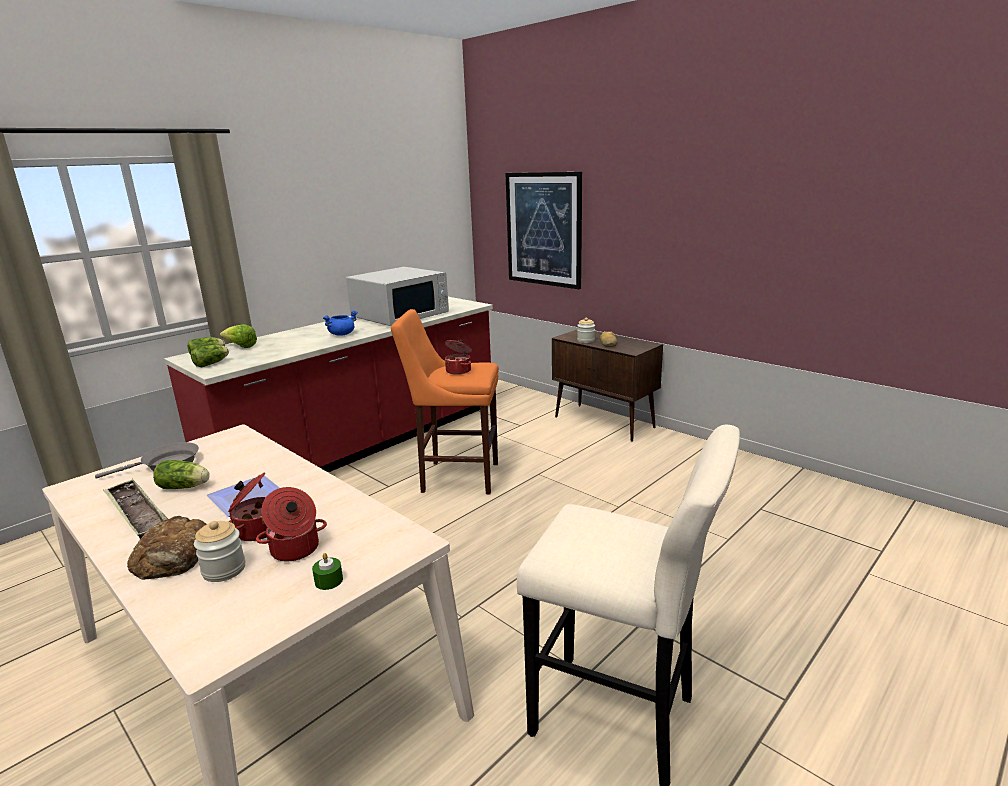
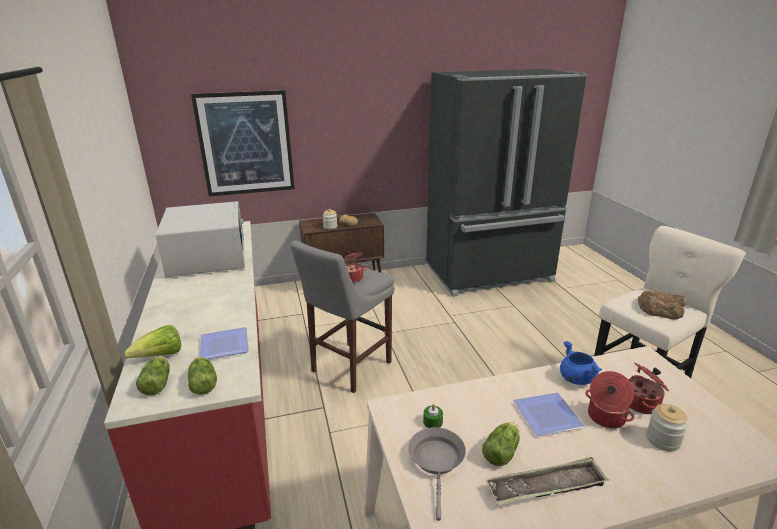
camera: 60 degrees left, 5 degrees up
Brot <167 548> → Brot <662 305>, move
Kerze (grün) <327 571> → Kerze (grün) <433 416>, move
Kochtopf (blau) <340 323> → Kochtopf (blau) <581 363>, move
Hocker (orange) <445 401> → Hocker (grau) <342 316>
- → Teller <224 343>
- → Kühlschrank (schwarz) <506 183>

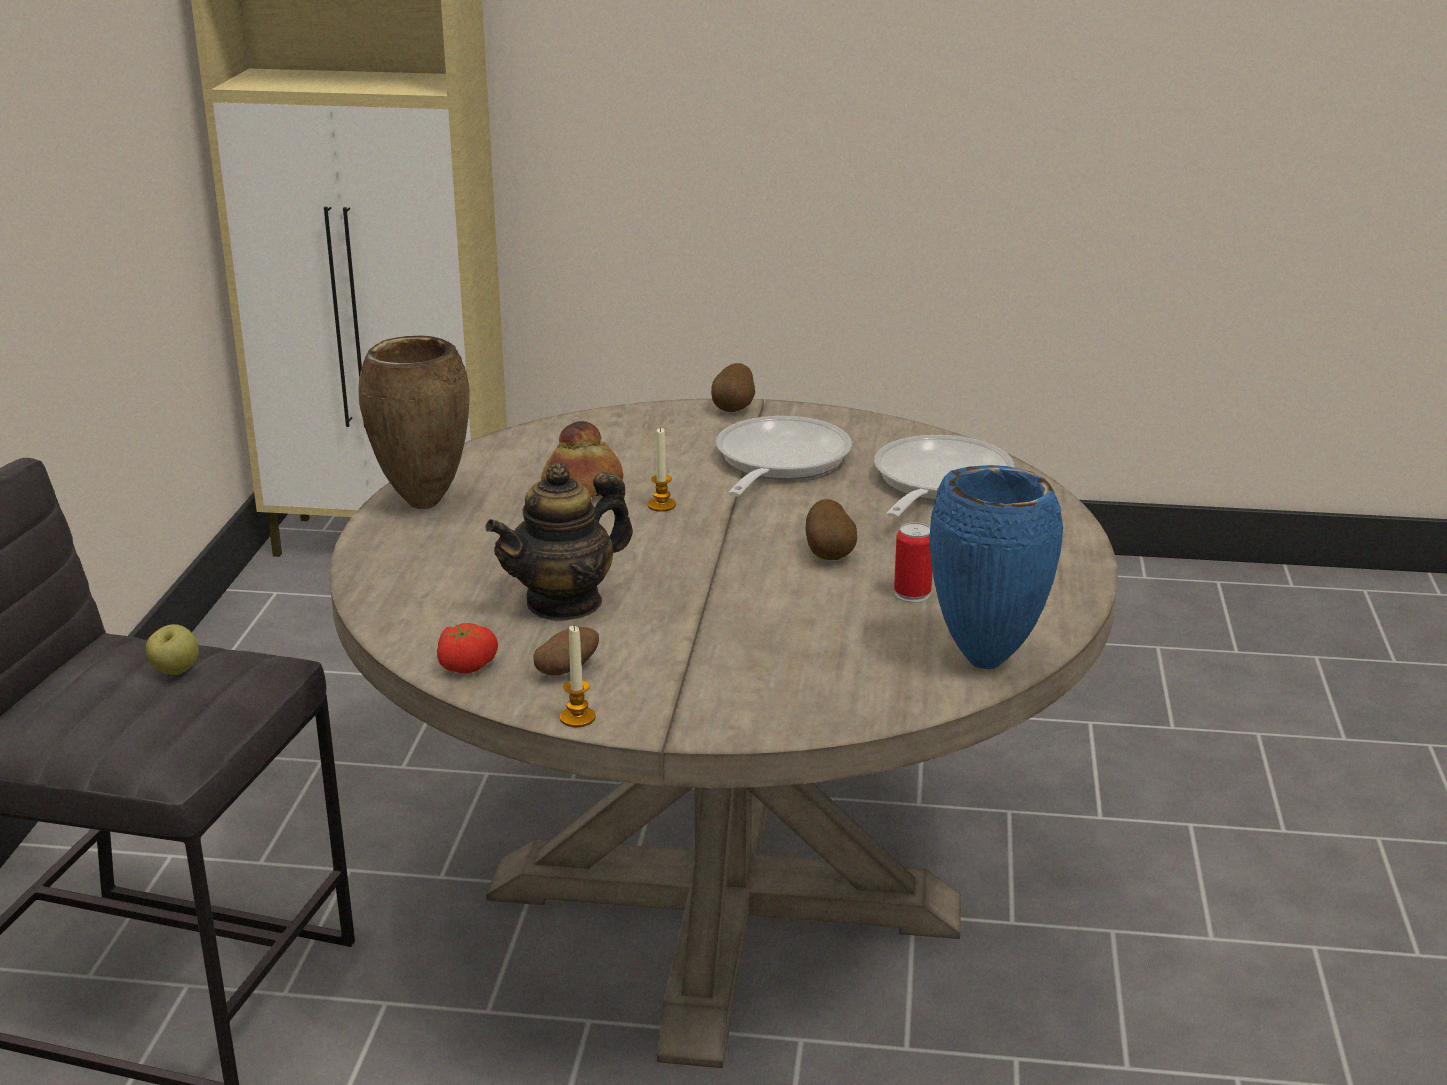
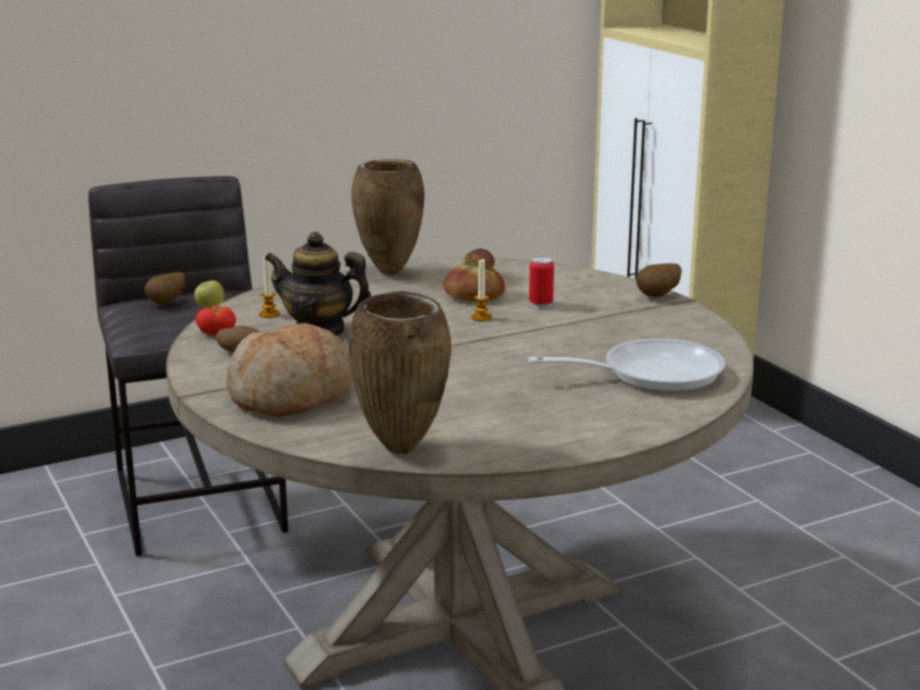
camera: 55 degrees right, 5 degrees down
Kerze <578 676> → Kerze <269 286>, move
Pfanne <784 456> → -
Kartoffel <831 529> → Kartoffel <164 288>, move
Dose <913 562> → Dose <541 282>, move
Vase (blau) <996 567> → Vase (braun) <399 372>
- → Brot <290 370>

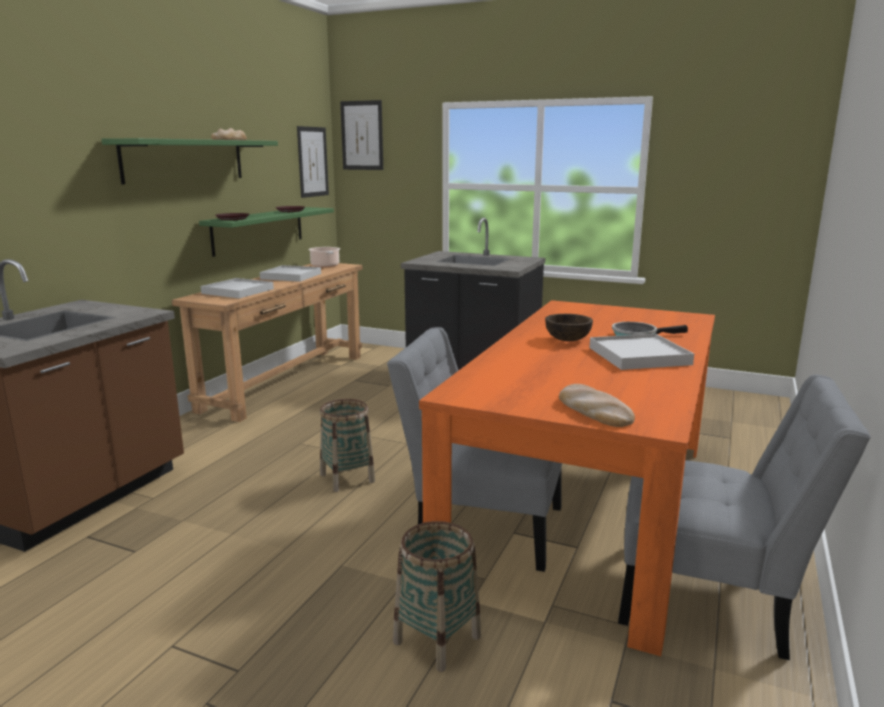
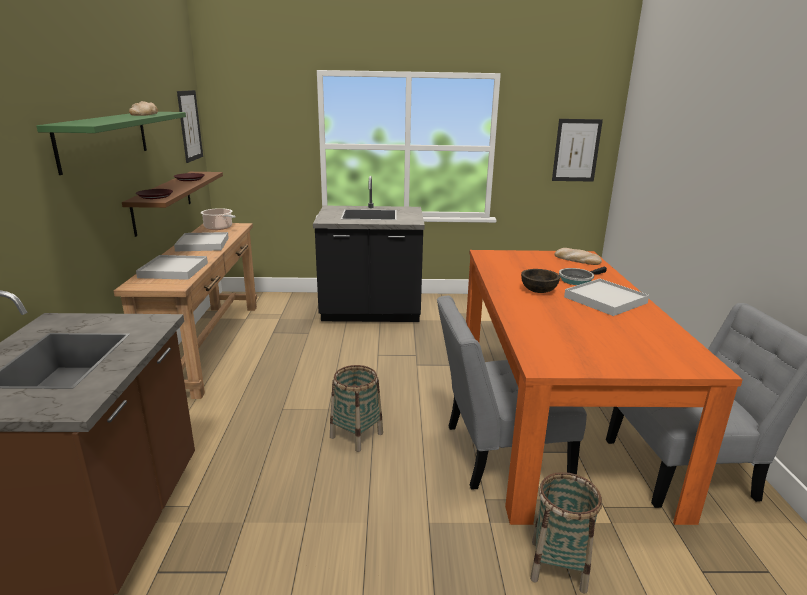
camera: 25 degrees left, 5 degrees up
Wandregal (grün) <266 232> → Wandregal (braun) <172 204>
Bild <361 135> → Bild <577 150>, move
Brot <597 405> → Brot <578 256>, move

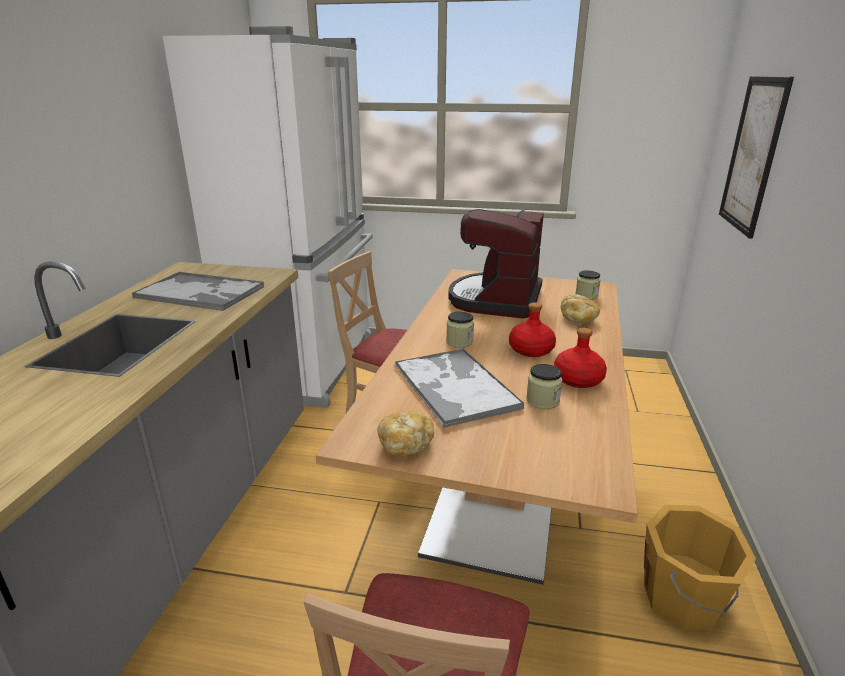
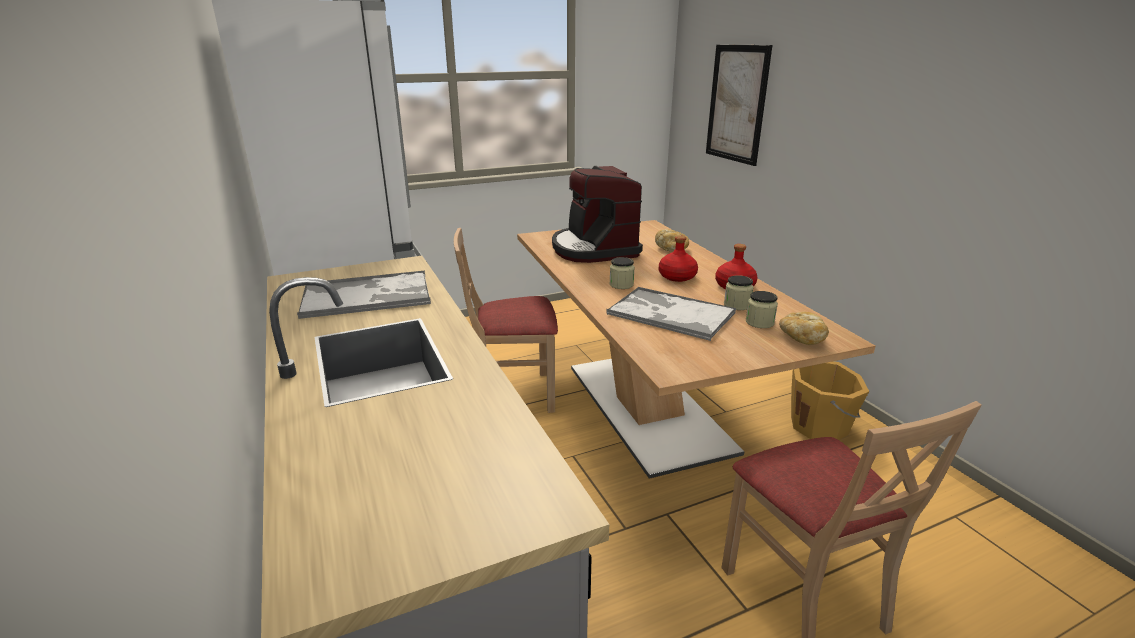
camera: 35 degrees left, 0 degrees up
Brot <405 433> → Brot <804 328>, move
Vorratsglas <588 285> → Vorratsglas <762 309>, move

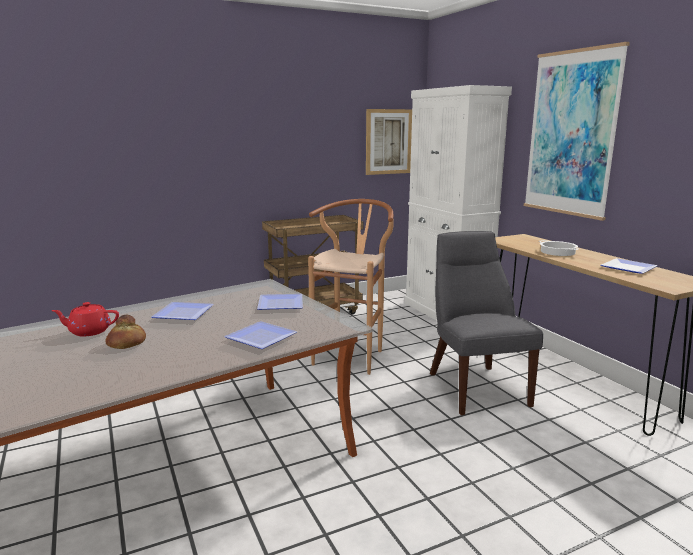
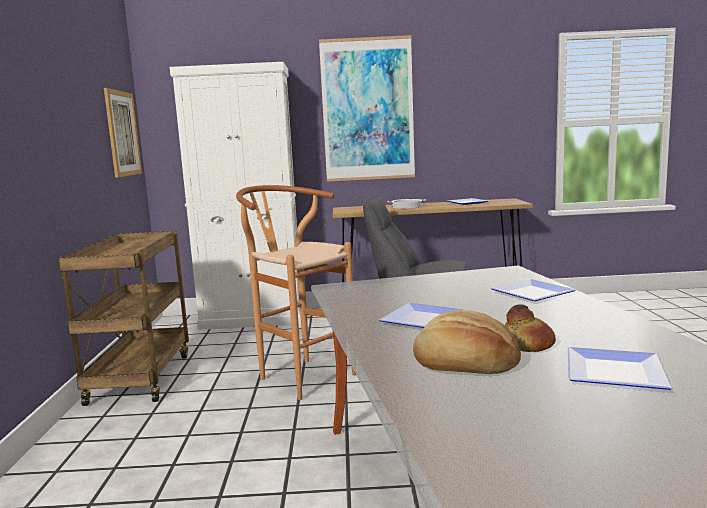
camera: 65 degrees left, 5 degrees down
Teekanne (rot) <85 319> → Brot <467 342>
Teller <280 302> → Teller <620 368>, move

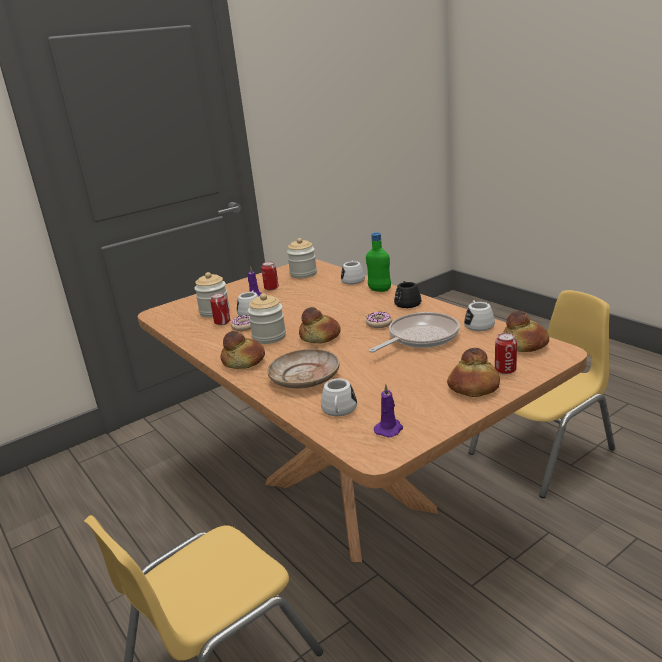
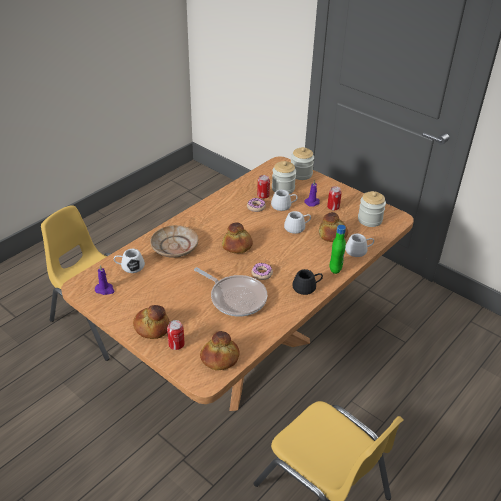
camera: 75 degrees right, 15 degrees up
Brot <243 350> → Brot <333 227>, move
Vorratsglas <267 318> → Vorratsglas <302 163>, move
Henkelbecher (weiß) <479 315> → Henkelbecher (weiß) <297 222>, move

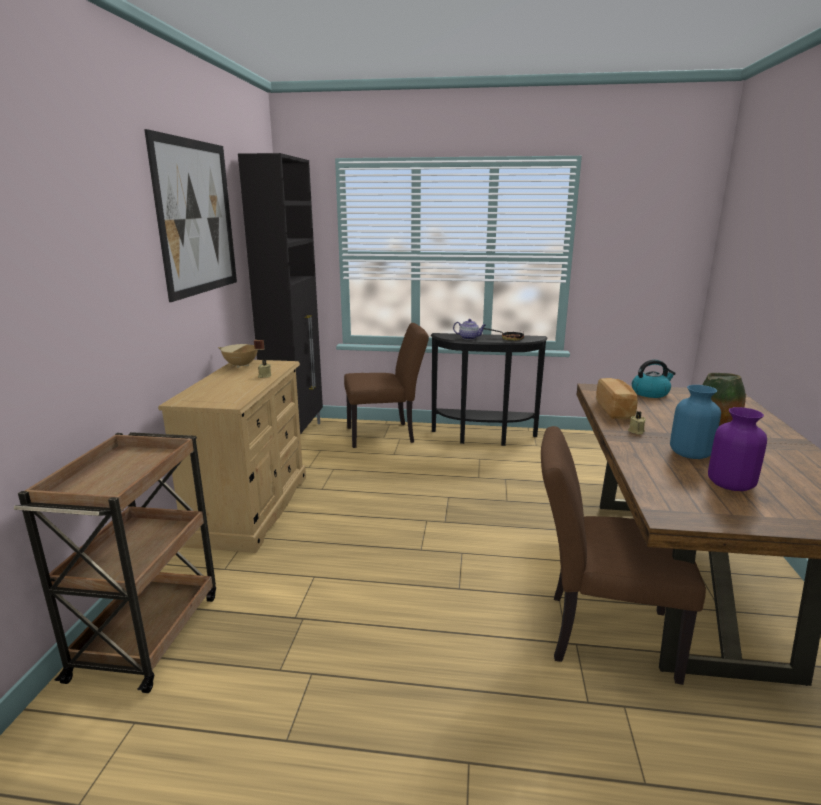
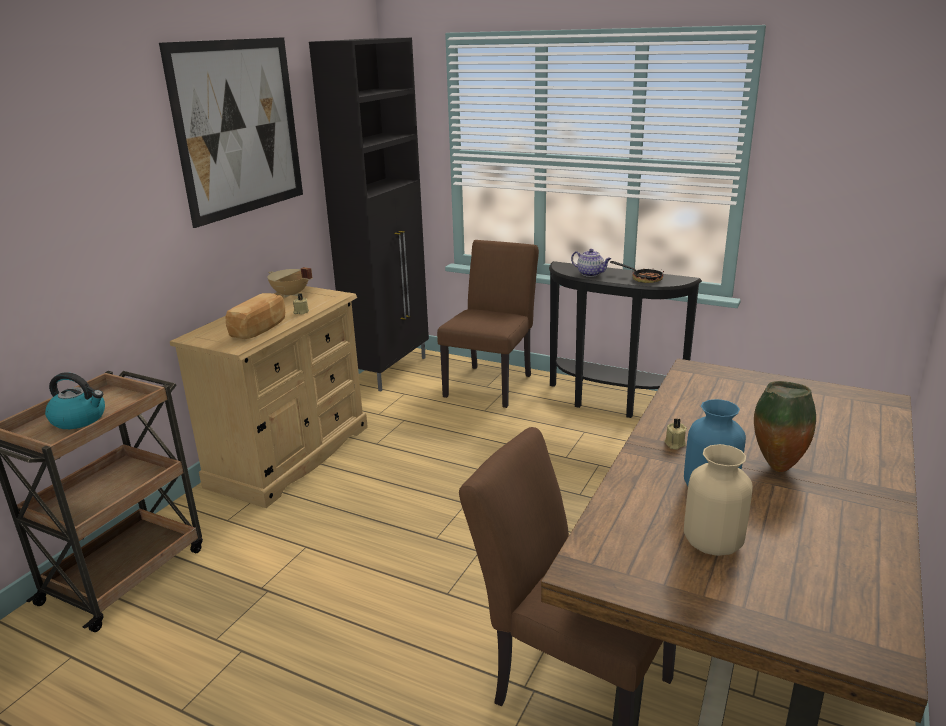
camera: 20 degrees right, 5 degrees up
Stuhl (braun) <386 385> → Stuhl (braun) <488 324>, 75 degrees counterclockwise
Brot <617 398> → Brot <255 316>, move
Wasserkessel <654 379> → Wasserkessel <75 400>, move
Vase (lila) <737 449> → Vase (beige) <718 500>

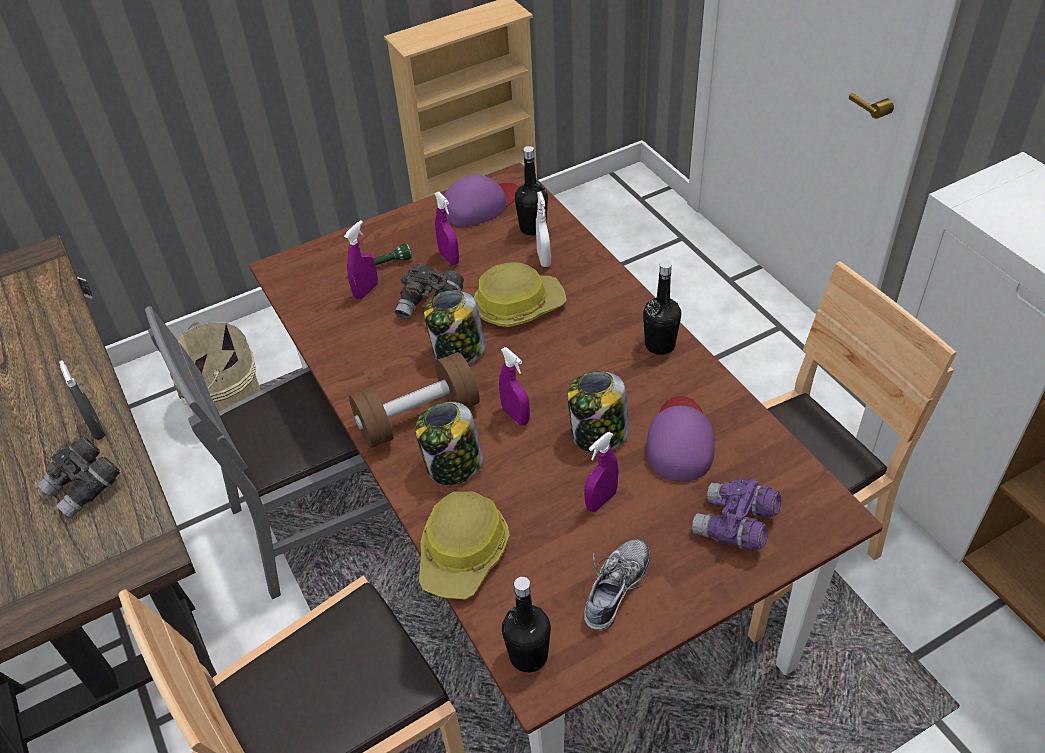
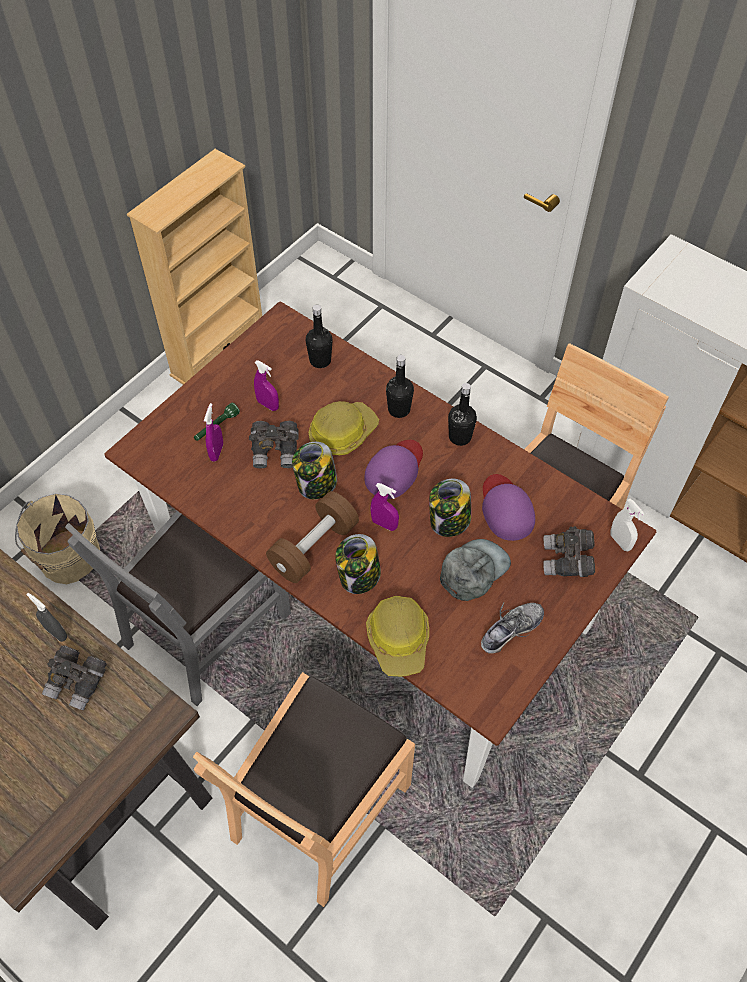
camera: 25 degrees left, 10 degrees up
Kappe (lila) <481 201> → Kappe (lila) <394 469>, move
Flasche (schwarz) <526 624> → Flasche (schwarz) <400 386>, move
Sprühflasche (weiß) <543 229> → Sprühflasche (weiß) <627 525>, move
Sprühflasche (lila) <601 472> → Kappe (grau) <475 570>
Schuh <617 584> → Schuh <512 628>, 45 degrees clockwise
Fernglas (lila) <736 514> → Fernglas (grau) <569 551>

